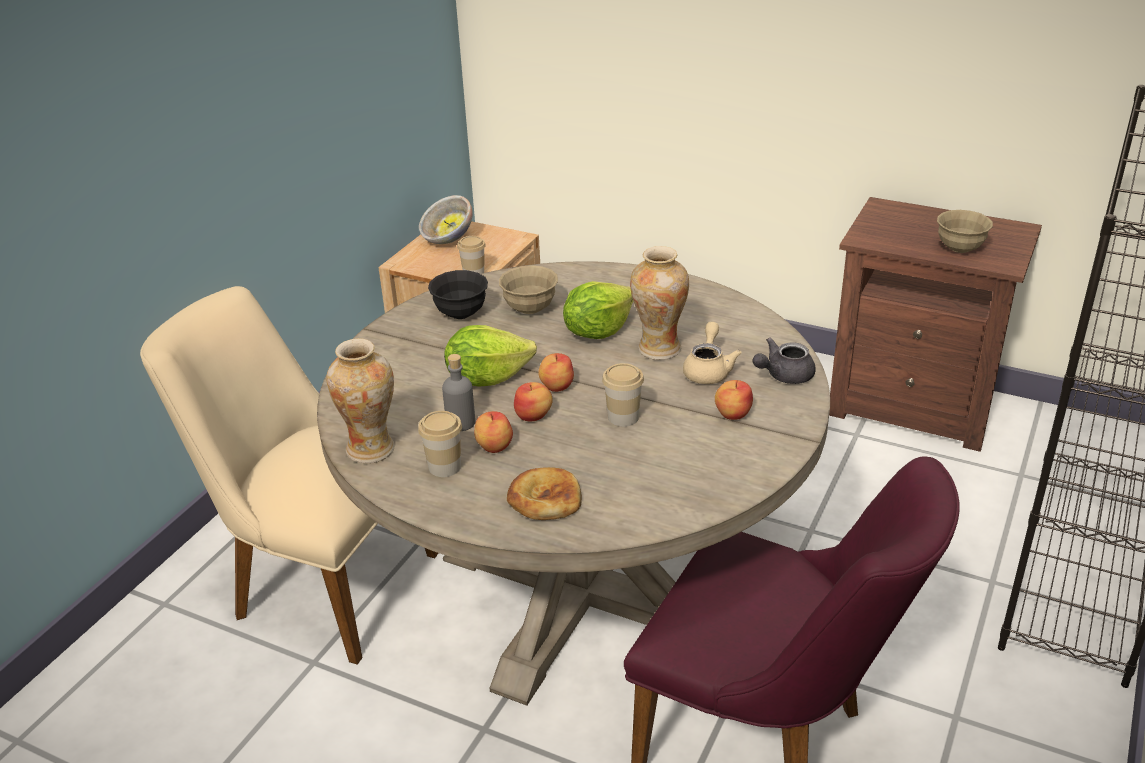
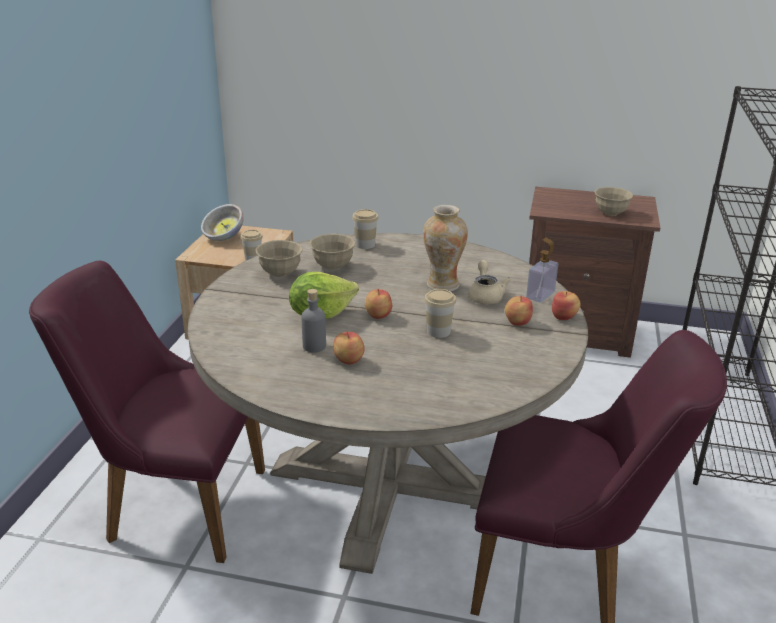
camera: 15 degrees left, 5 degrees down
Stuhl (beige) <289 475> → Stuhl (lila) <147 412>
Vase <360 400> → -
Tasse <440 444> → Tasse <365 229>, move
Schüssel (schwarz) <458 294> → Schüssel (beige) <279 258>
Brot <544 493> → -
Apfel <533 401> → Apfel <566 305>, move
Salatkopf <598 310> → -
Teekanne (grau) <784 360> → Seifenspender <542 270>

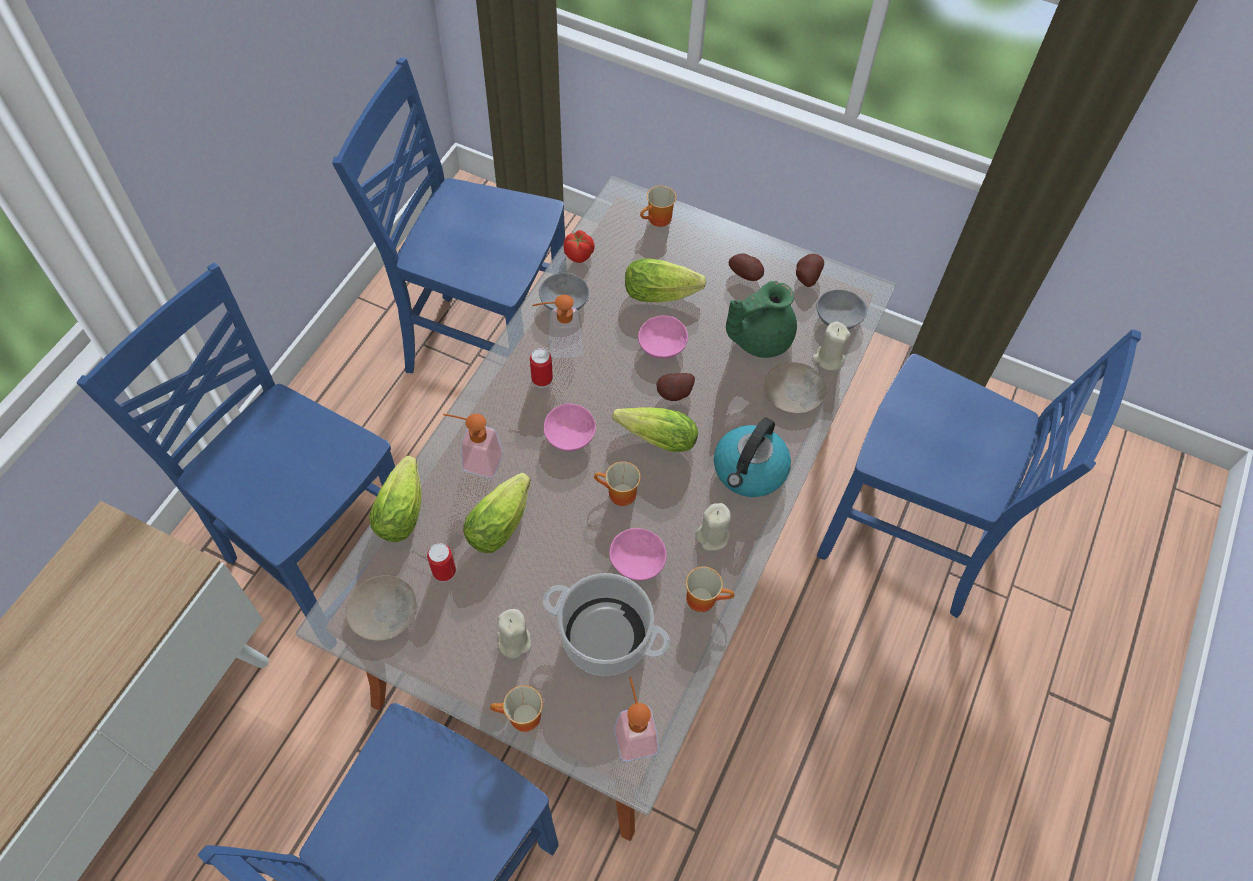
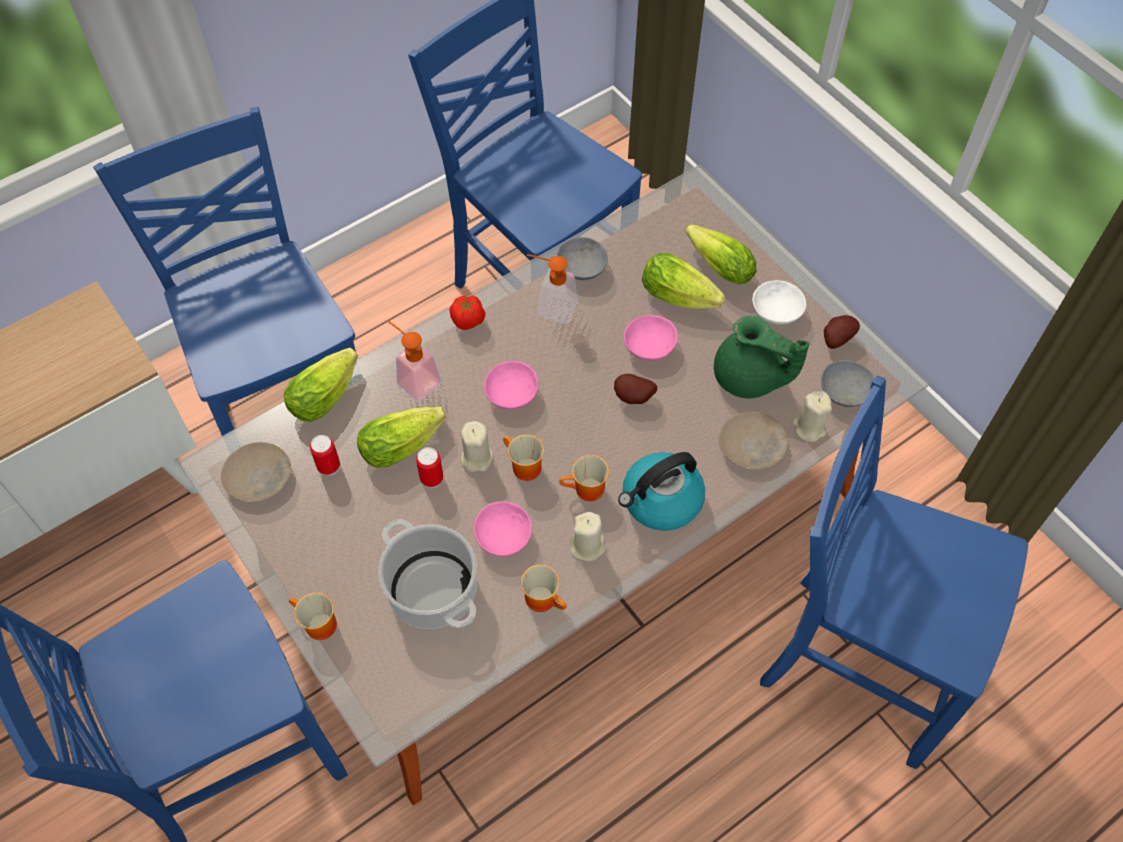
camera: 30 degrees right, 0 degrees up
Kerze (beige) <514 634> → Kerze (beige) <476 446>, move
Dose <541 368> → Dose <429 467>, move
Tomate <579 246> → Tomate <467 312>, move
Salatkopf <655 430> → Salatkopf <721 254>, move
Seifenspender <636 719> → -
Henkelbecher <658 206> → Henkelbecher <584 478>, move
Teekanne (grün) <761 319> → Teekanne (grün) <762 357>, 150 degrees counterclockwise
Kartoffel <746 267> → Schüssel (weiß) <779 302>
Stuhl (blau) <979 473> → Stuhl (blau) <894 572>, 150 degrees clockwise

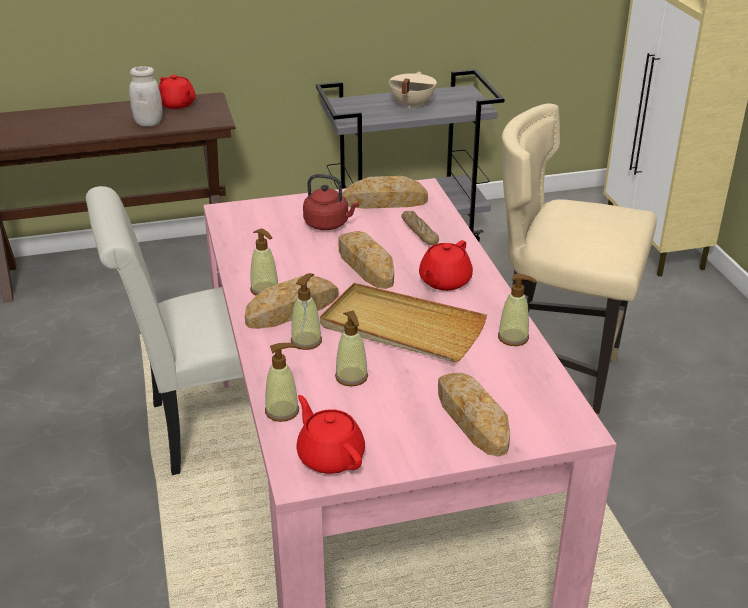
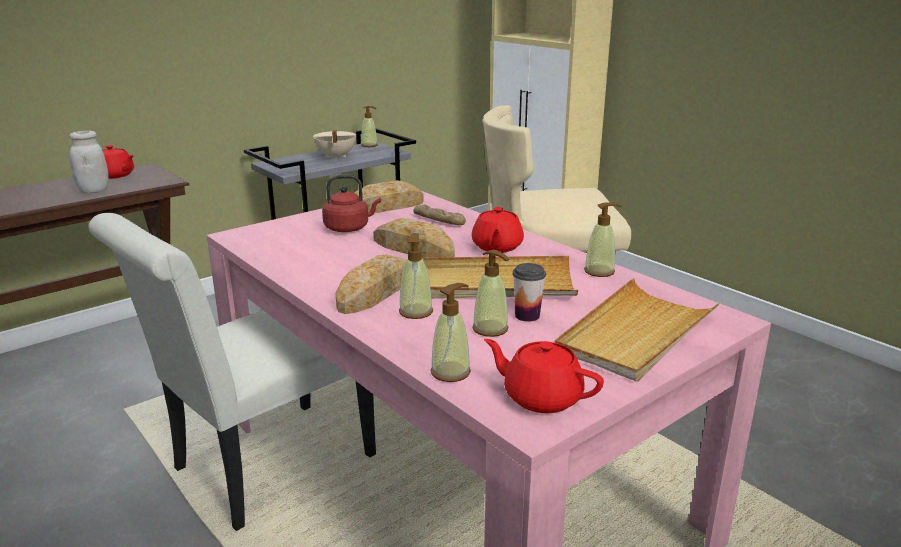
camera: 25 degrees left, 10 degrees down
Seifenspender <264 262> → Seifenspender <369 126>, move
Brot <474 415> → Tablett (beige) <637 330>
- → Tasse <529 292>

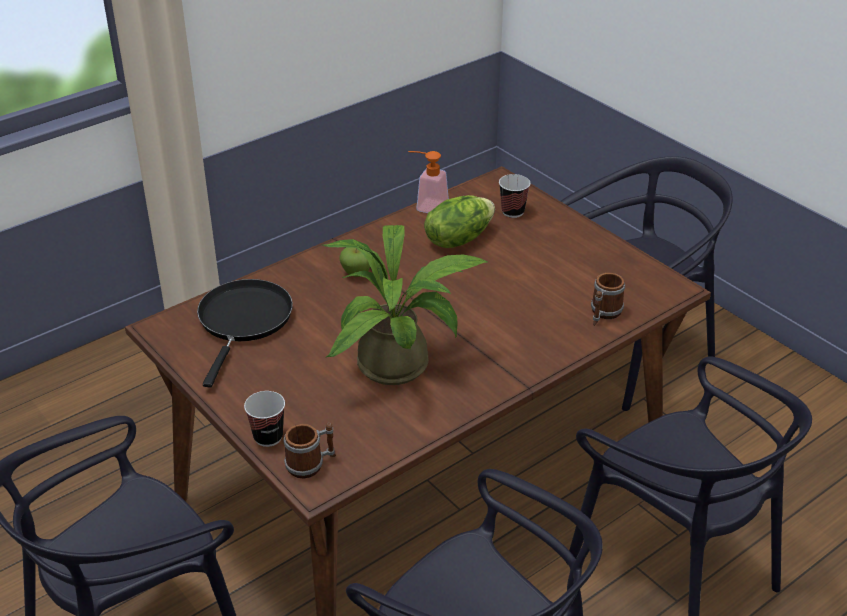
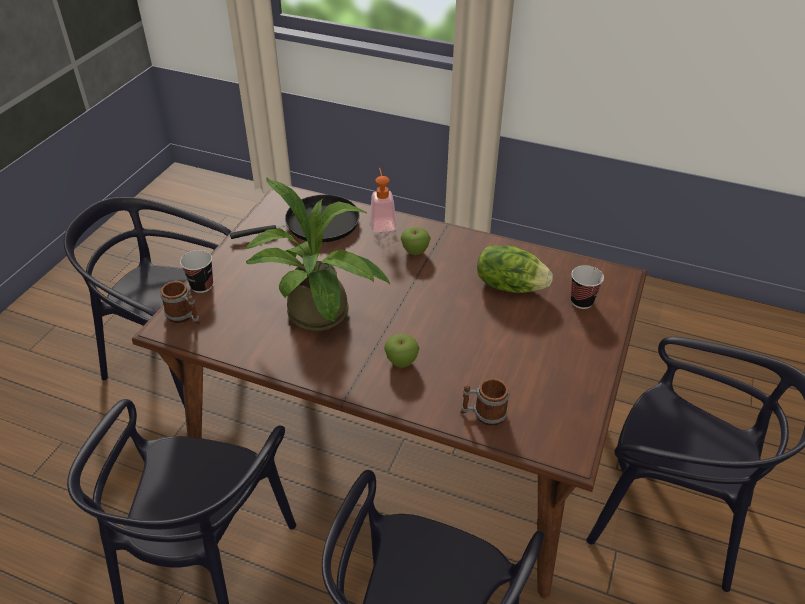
camera: 60 degrees right, 5 degrees up
Seifenspender <428 182> → Seifenspender <383 200>, move
- → Apfel <401 351>

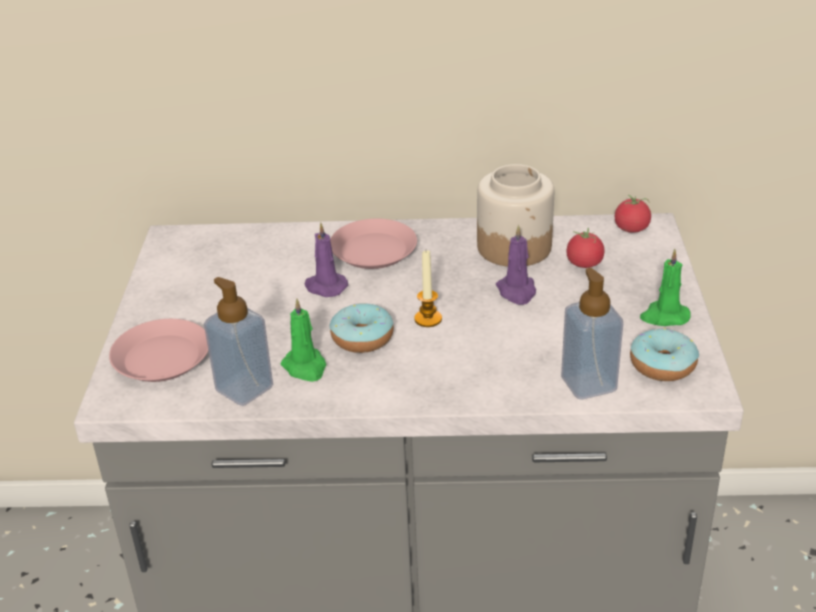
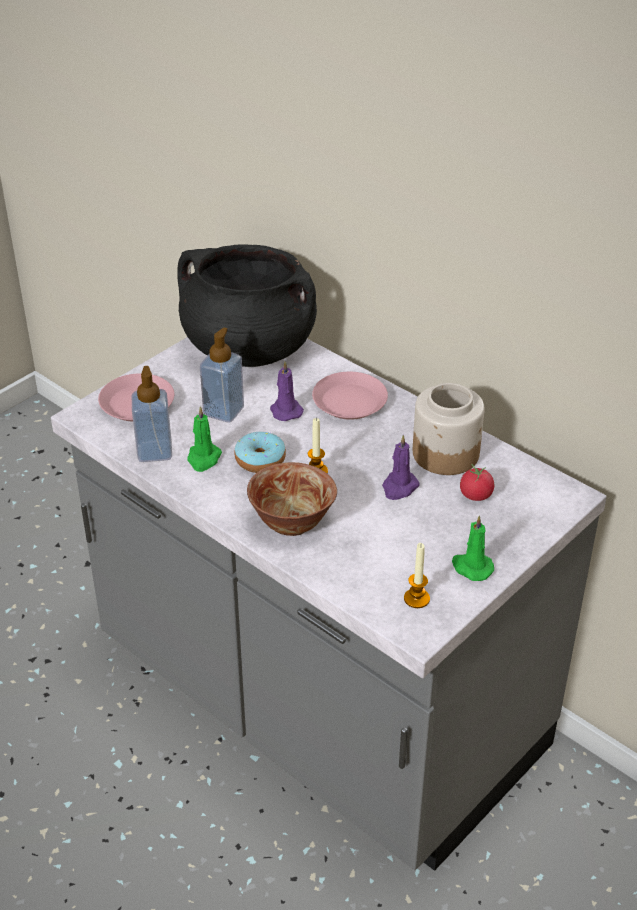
camera: 40 degrees right, 5 degrees up
Seifenspender <592 333> → Seifenspender <222 375>, move
Tomate <633 214> → -
Donut <664 354> → Kerze <417 575>
- → Kochtopf (schwarz) <247 305>
- → Schüssel <292 499>

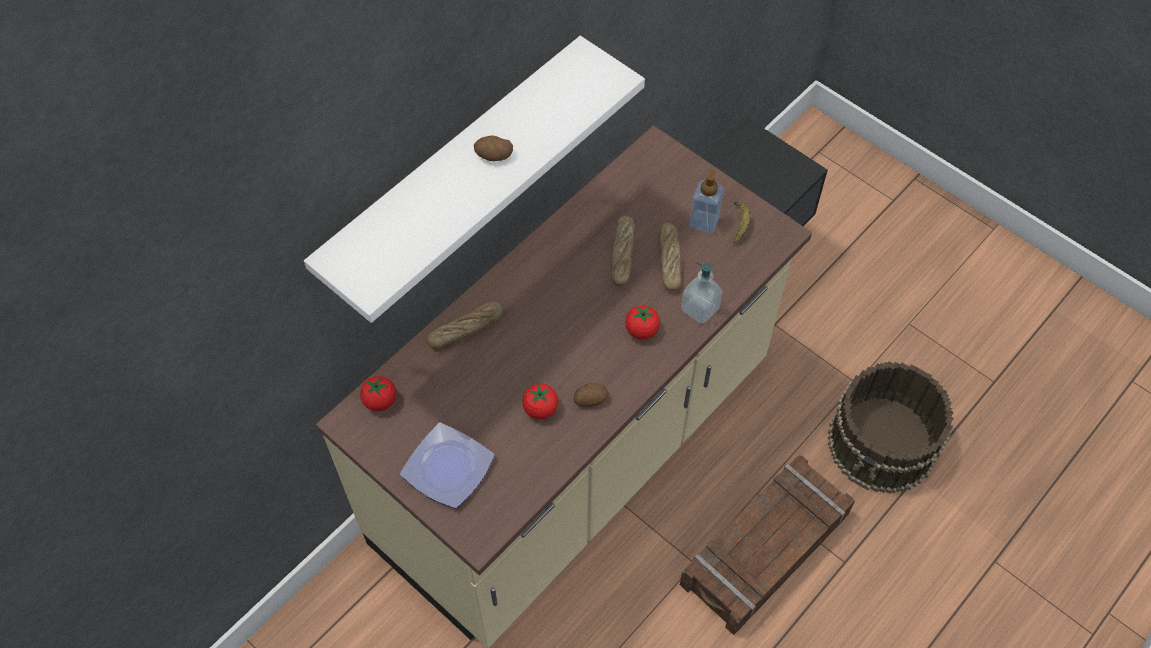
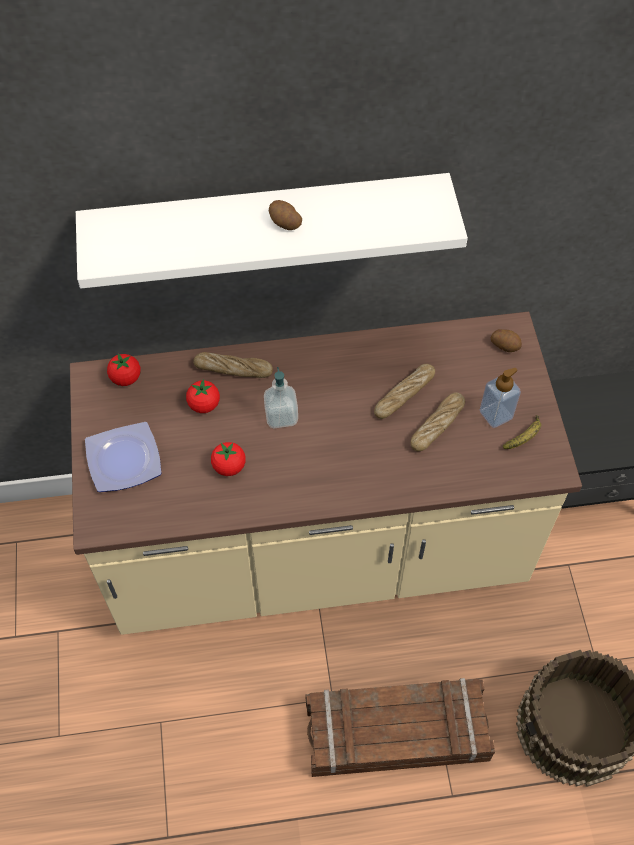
camera: 40 degrees right, 0 degrees up
Kartoffel <591 395> → Kartoffel <506 340>, move
Tomate <642 322> → Tomate <203 396>, move
Seifenspender <702 292> → Seifenspender <281 397>, move

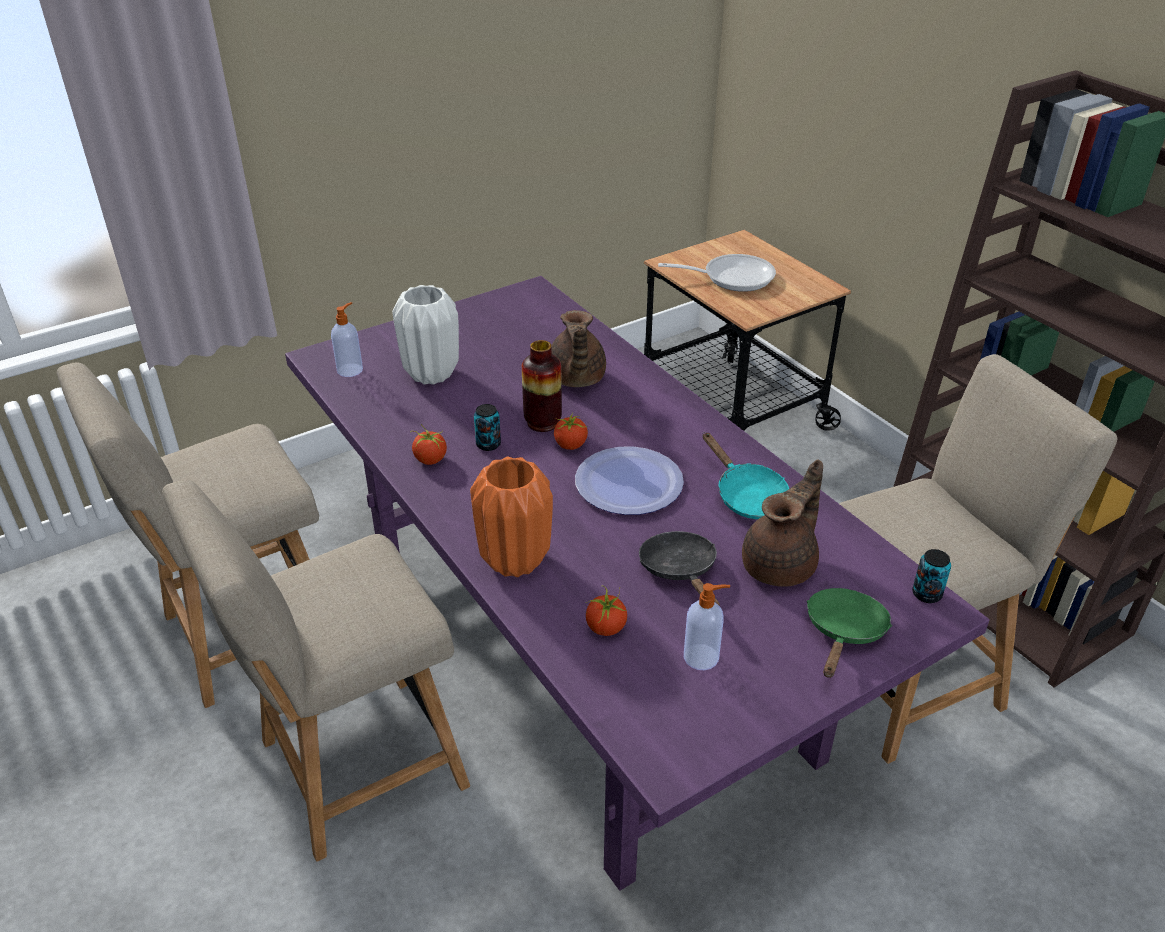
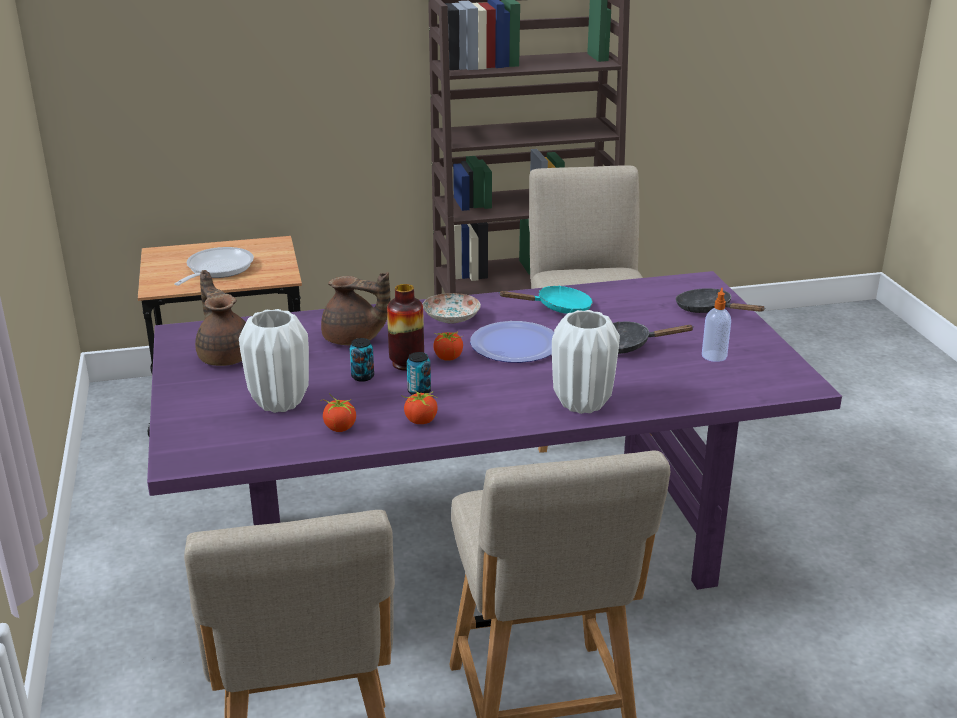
camera: 70 degrees left, 10 degrees down
Seifenspender <347 339> → -
Vase (orange) <511 517> → Vase (weiß) <586 362>
Tomate <606 611> → Tomate <339 412>, move
Teekanne (braun) <782 523> → Teekanne (braun) <220 318>, move
Pfanne (grün) <849 633> → Pfanne (schwarz) <720 300>
Dose <931 576> → Dose <362 360>, move
- → Teller <452 308>

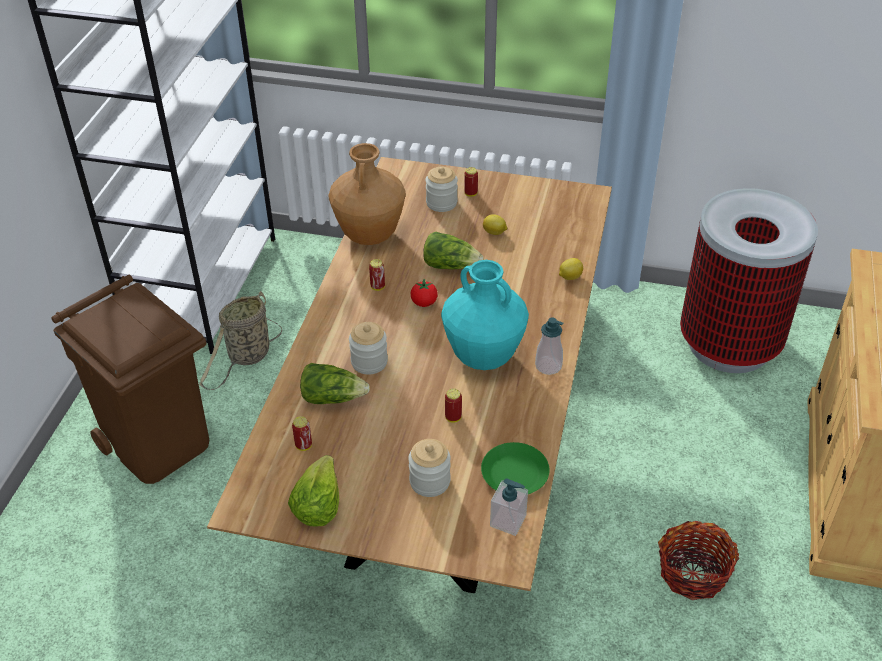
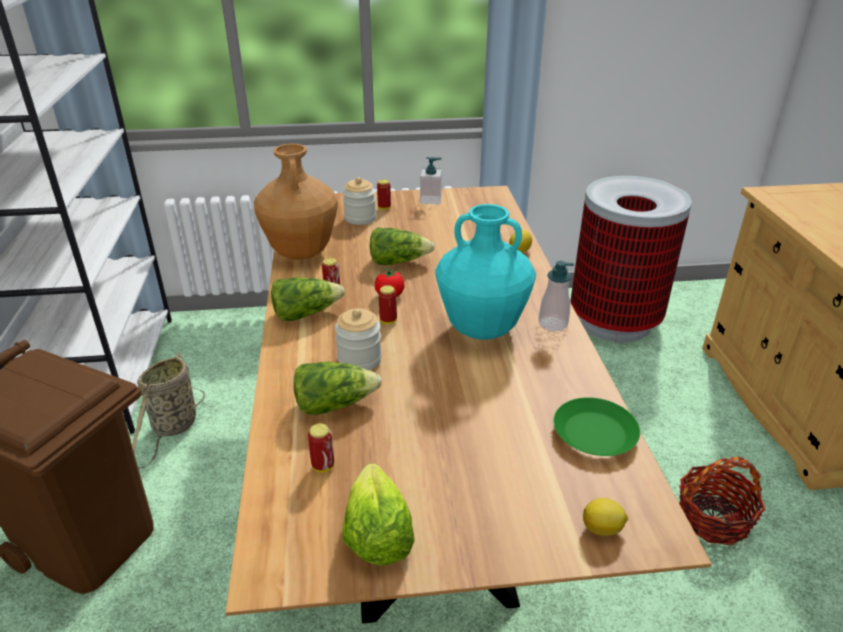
camera: 20 degrees left, 10 degrees down
Vorratsglas <429 468> → -
Dose <453 405> → Dose <388 304>, move
Zitrone <495 224> → Zitrone <605 517>, move
Seifenspender <509 507> → Seifenspender <431 181>, move
- → Salatkopf <308 299>

